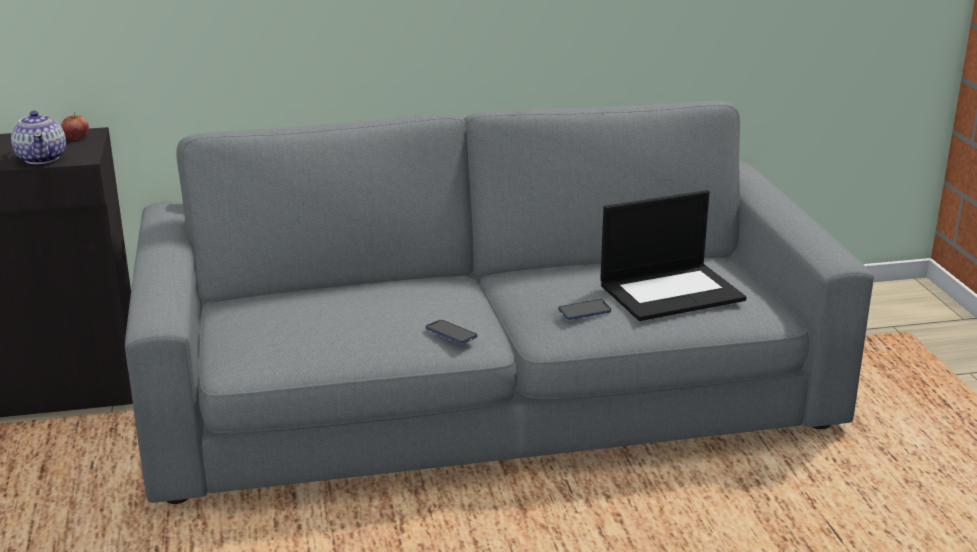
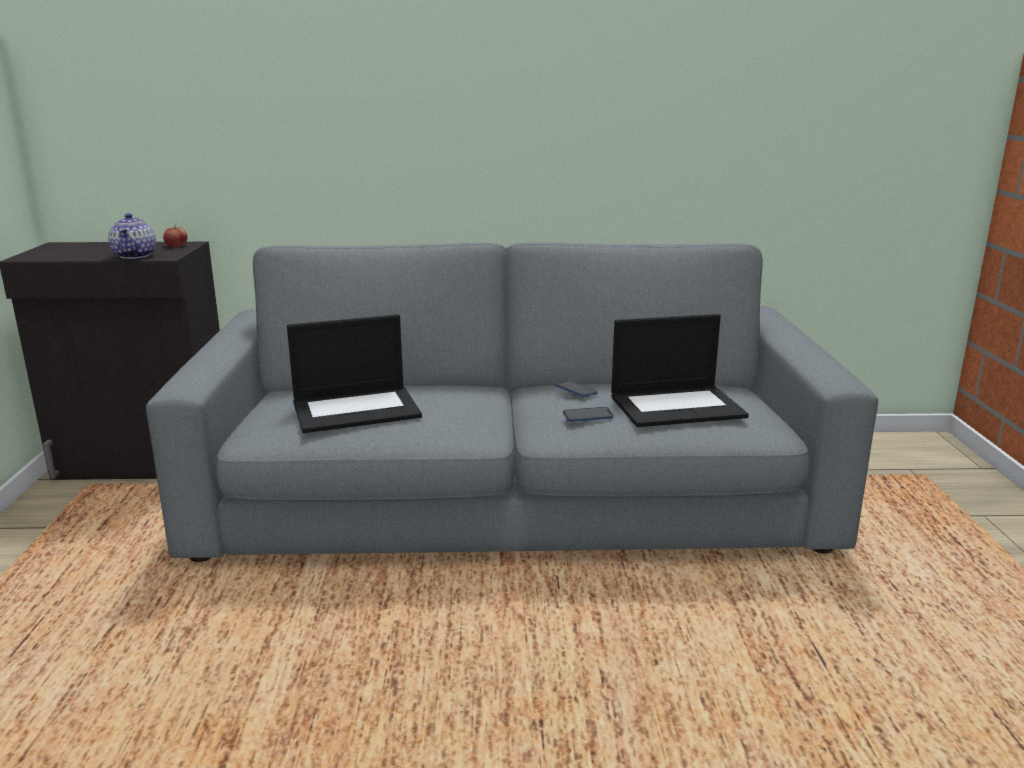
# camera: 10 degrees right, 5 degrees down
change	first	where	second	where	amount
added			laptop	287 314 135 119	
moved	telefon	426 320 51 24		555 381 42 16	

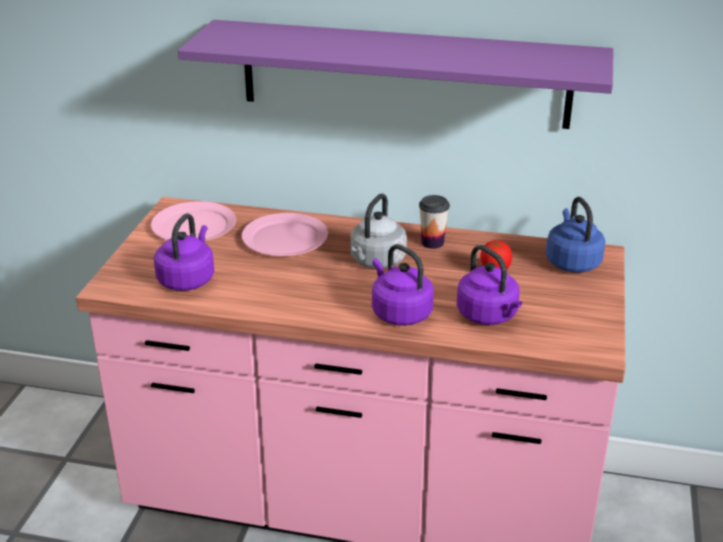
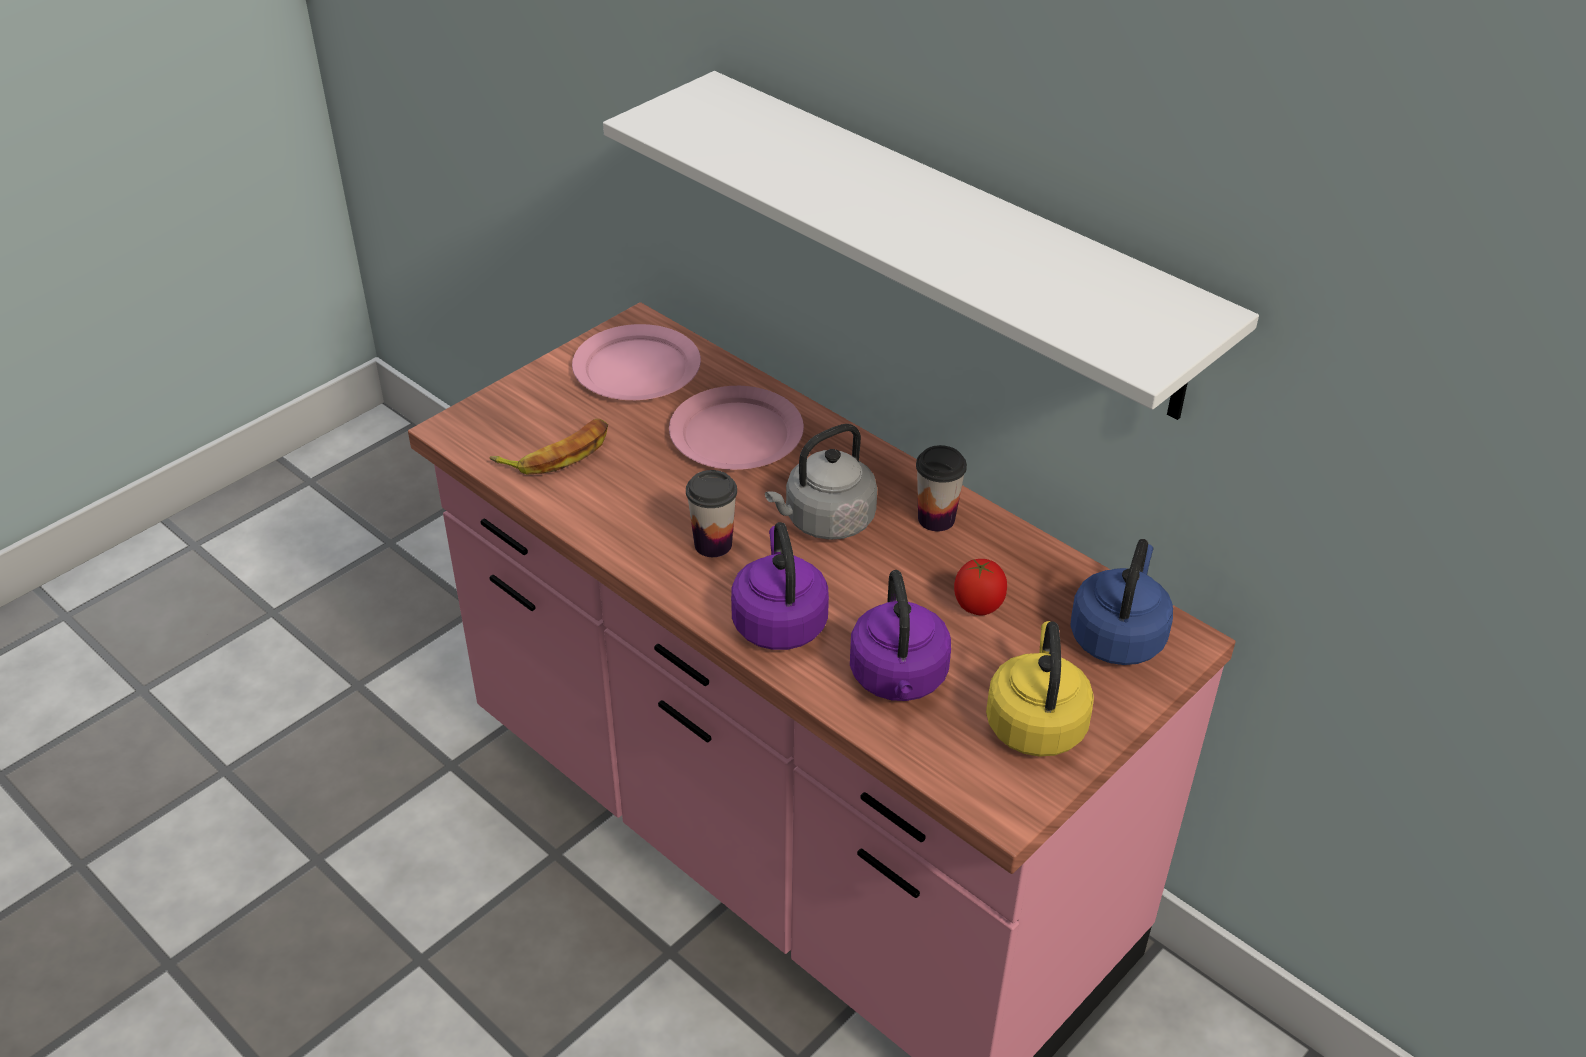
# camera: 30 degrees right, 10 degrees up
change	first	where	second	where	amount
added			filiżanka	686 470 51 87	
added			czajnik [żółty]	986 621 108 136	
replaced	czajnik [fioletowy]	154 213 60 78	banan	490 419 118 56	
recoloured	półka [fioletowy]	178 20 435 109	półka [biały]	603 71 656 349	

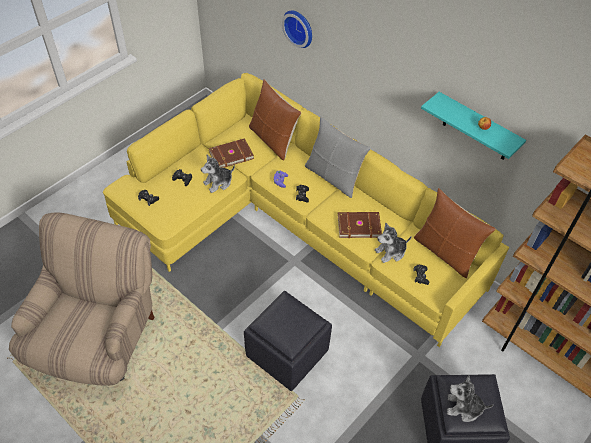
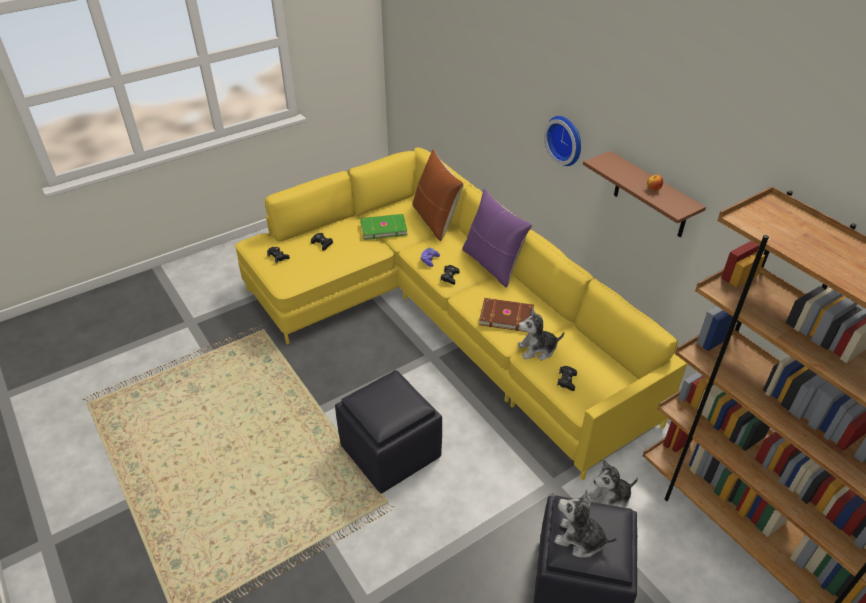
# camera: 15 degrees right, 10 degrees down
change	first	where	second	where	amount
removed	fotel [beżowy]	9 212 145 174			
removed	poduszka [brązowy]	414 188 82 90			
moved	pluszak	201 155 34 38		589 460 49 48	
moved	zegar ścienny	282 11 30 37		544 116 37 50	
recoloured	książka [brązowy]	209 138 45 30	książka [zielony]	360 214 48 26	
recoloured	poduszka [szary]	305 116 66 82	poduszka [fioletowy]	462 189 70 99	
recoloured	półka [turkusowy]	421 92 105 68	półka [brązowy]	583 151 123 87	

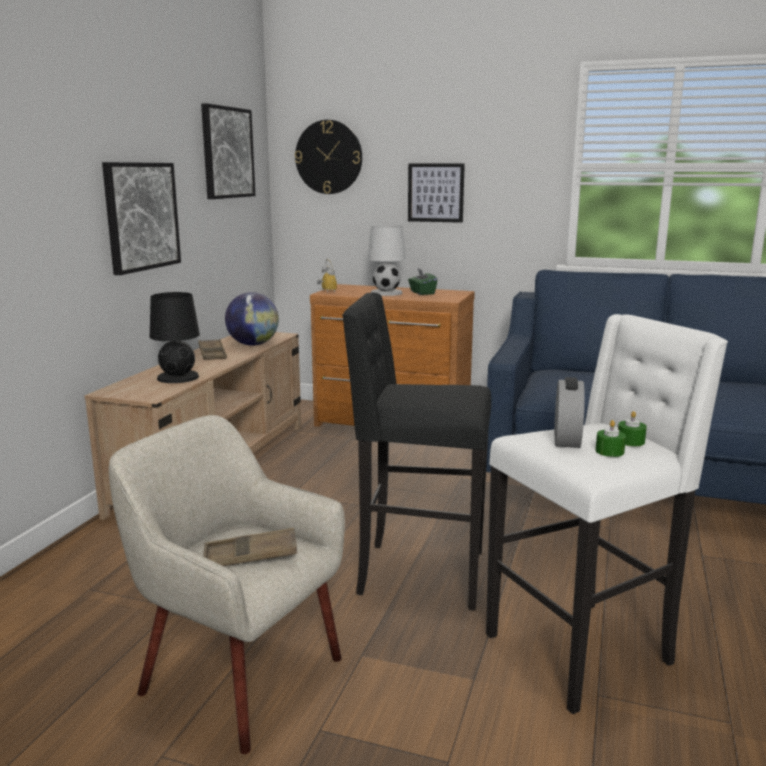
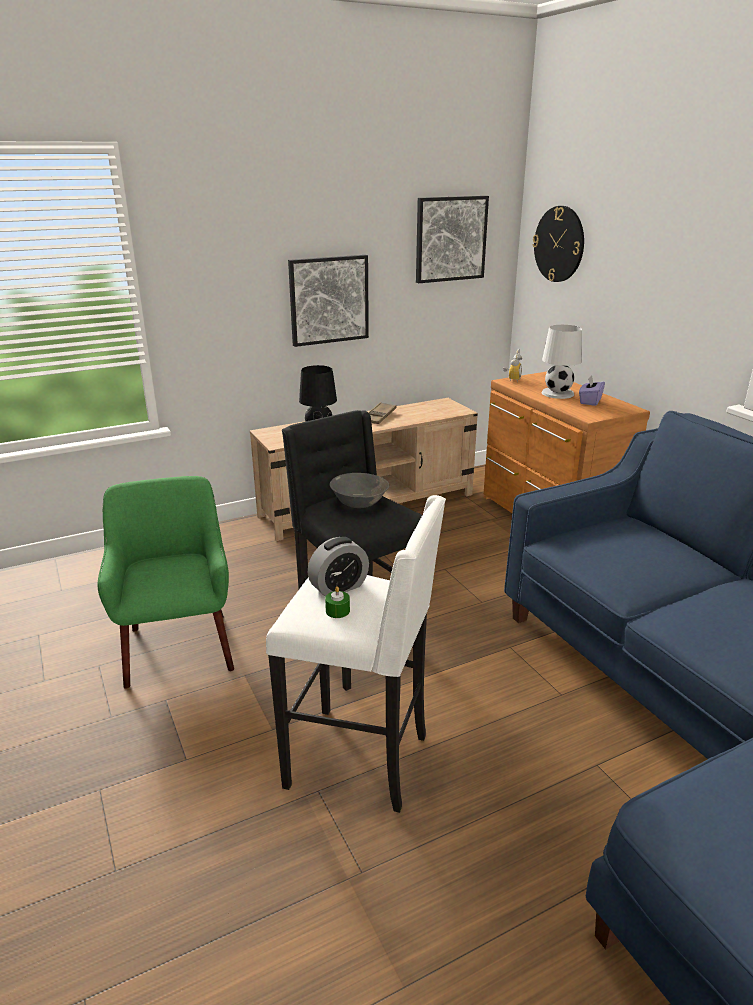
# camera: 45 degrees right, 10 degrees up
change	first	where	second	where	amount
removed	taca [brązowy]	203 528 94 38			
removed	globus	225 292 54 54			
removed	obraz	408 163 57 60			
removed	świeca [zielony]	618 411 29 35			
added			miska [szary]	330 473 59 35	
recoloured	fotel [beżowy]	109 415 236 339	fotel [zielony]	97 476 137 213	
recoloured	pudełko chusteczek [zielony]	408 269 29 26	pudełko chusteczek [fioletowy]	579 375 26 31	

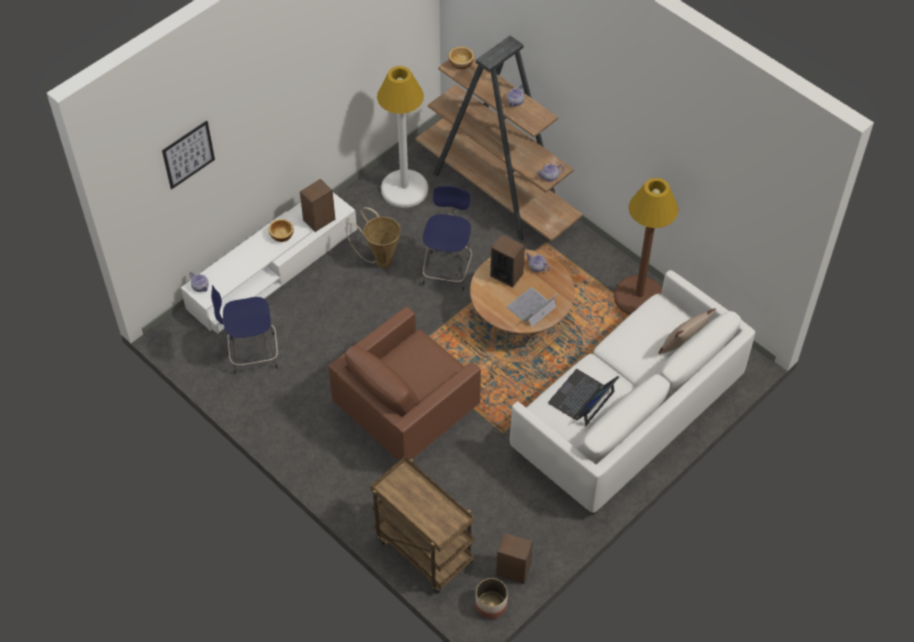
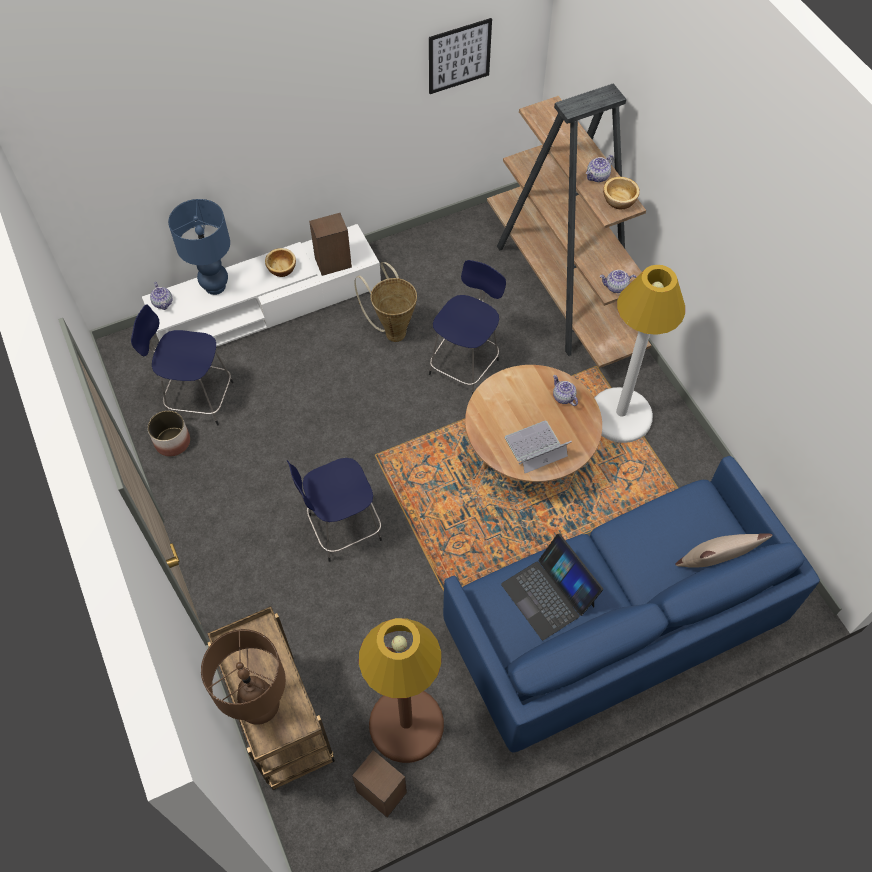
# camera: 20 degrees right, 5 degrees up
change	first	where	second	where	amount
removed	głośnik	490 234 35 53			
added			lampa stołowa [niebieski]	168 199 62 96	
added			lampa stołowa [brązowy]	201 629 85 96	
moved	obraz	162 121 53 68		429 18 63 76	
moved	lampa stojąca [biały]	377 66 51 142		595 265 90 178	
moved	miska	448 47 26 22		603 177 37 32	
moved	donica	475 578 33 41		147 410 43 47	
moved	lampa stojąca [brązowy]	614 178 64 137		359 618 85 145	
replaced	fotel [brązowy]	328 306 153 155	stołek [niebieski]	287 458 95 104	
recoloured	kanapa [biały]	510 270 245 245	kanapa [niebieski]	443 456 377 297	
turned	laptop	548 369 71 57		501 533 102 107	90 degrees counterclockwise

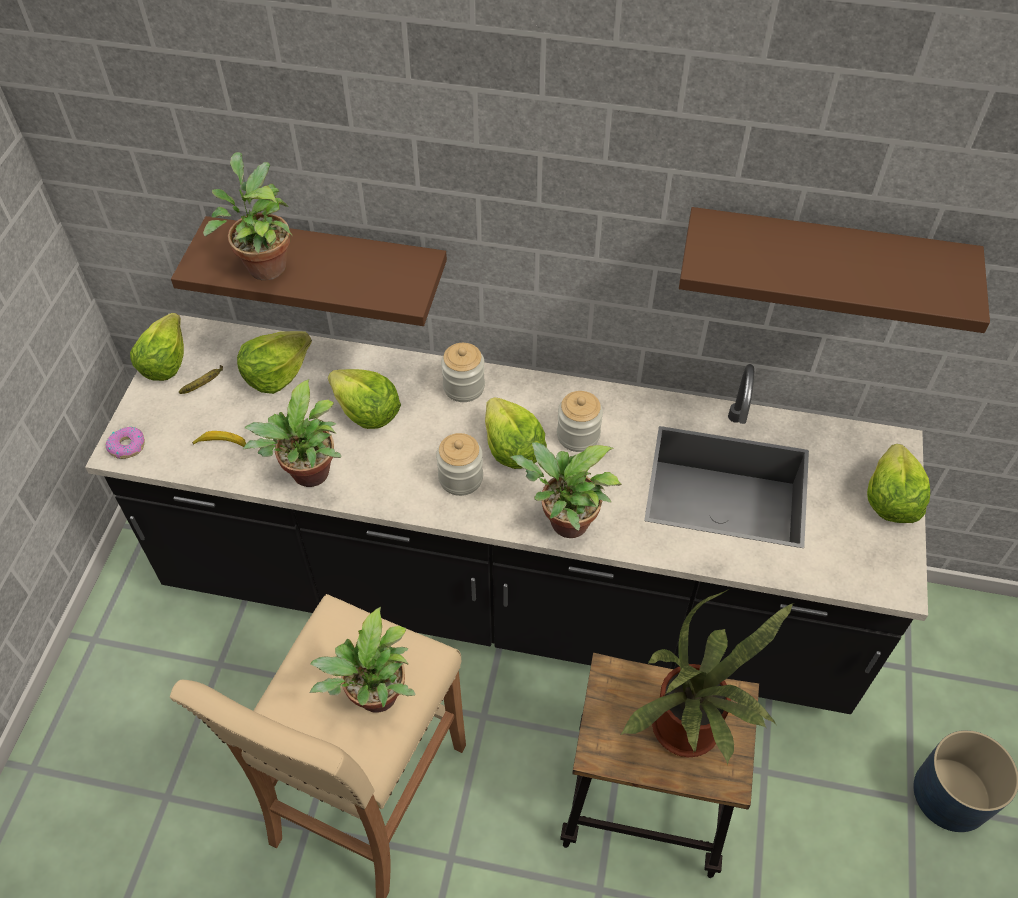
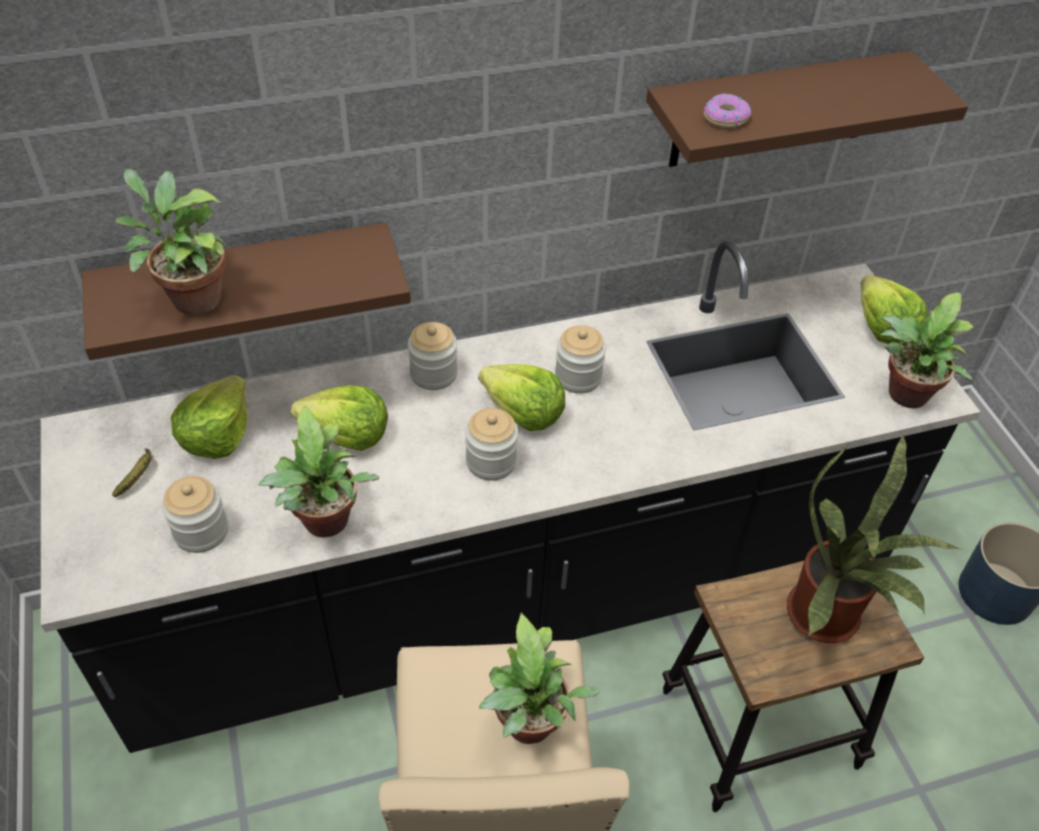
# camera: 30 degrees left, 5 degrees down
change	first	where	second	where	amount
removed	sałata	130 313 54 68			
moved	donut	106 427 39 32		704 94 48 34	
moved	roślina doniczkowa	511 442 111 96		881 292 92 116	
replaced	banan	192 431 54 16	słoik	162 476 66 77	

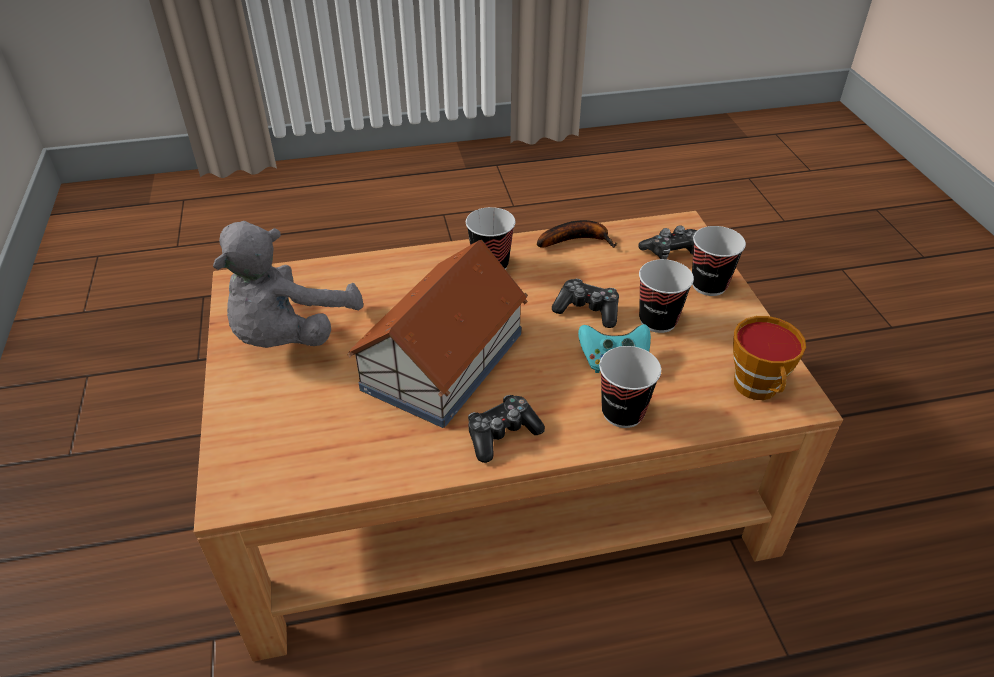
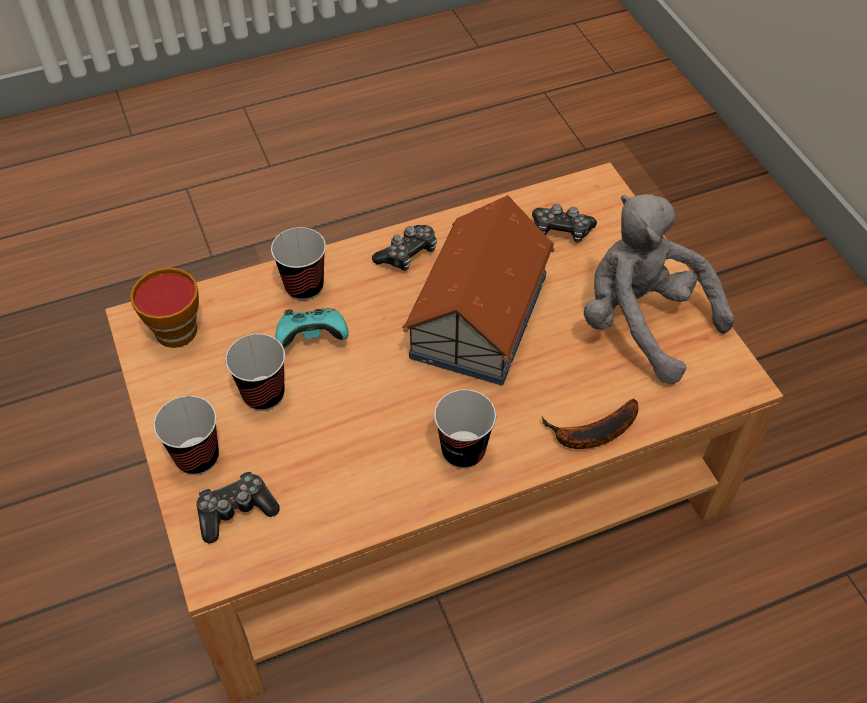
# camera: 170 degrees right, 10 degrees up
change	first	where	second	where	amount
moved	banan	537 220 80 28		541 399 97 50	
moved	pad do gier	552 279 67 49		532 204 65 39	
turned	pluszak [szary]	213 221 150 127		584 194 151 190	60 degrees counterclockwise

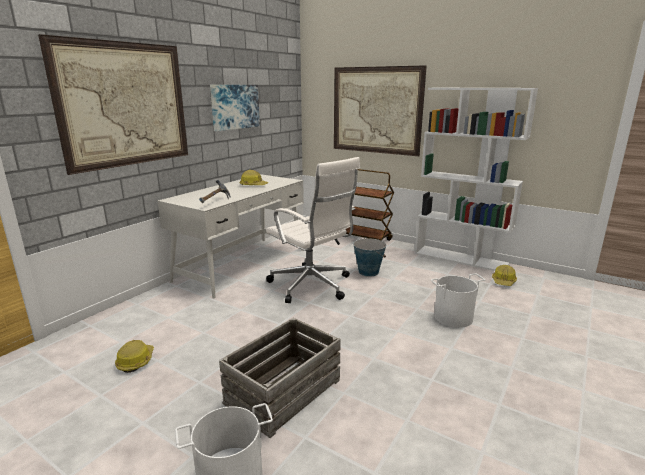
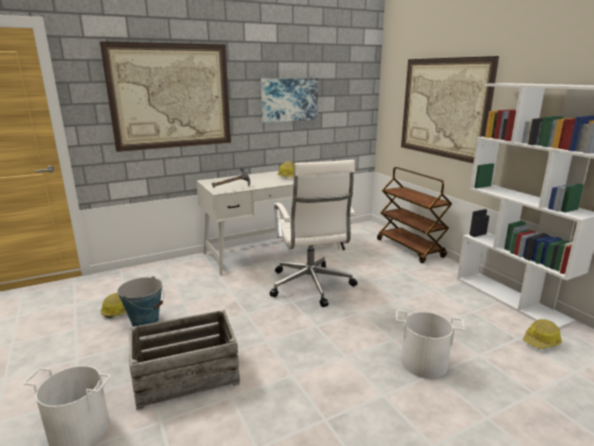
# camera: 30 degrees right, 0 degrees up
change	first	where	second	where	amount
moved	wiadro	353 237 33 40		117 276 47 51	

